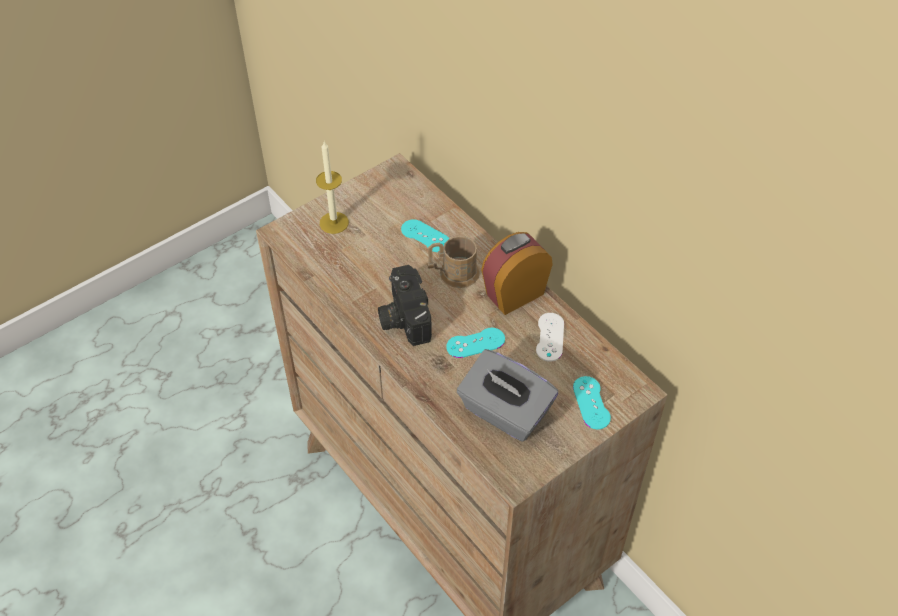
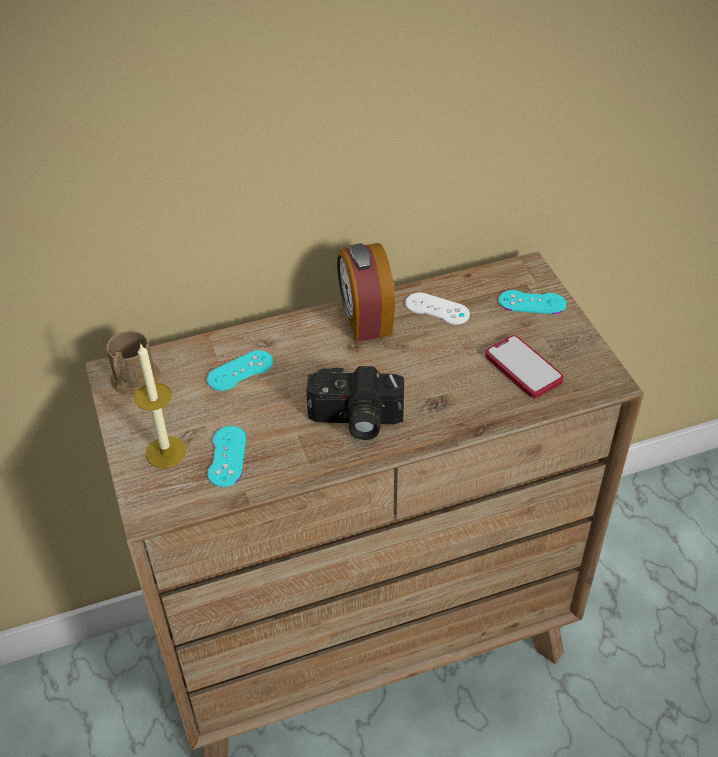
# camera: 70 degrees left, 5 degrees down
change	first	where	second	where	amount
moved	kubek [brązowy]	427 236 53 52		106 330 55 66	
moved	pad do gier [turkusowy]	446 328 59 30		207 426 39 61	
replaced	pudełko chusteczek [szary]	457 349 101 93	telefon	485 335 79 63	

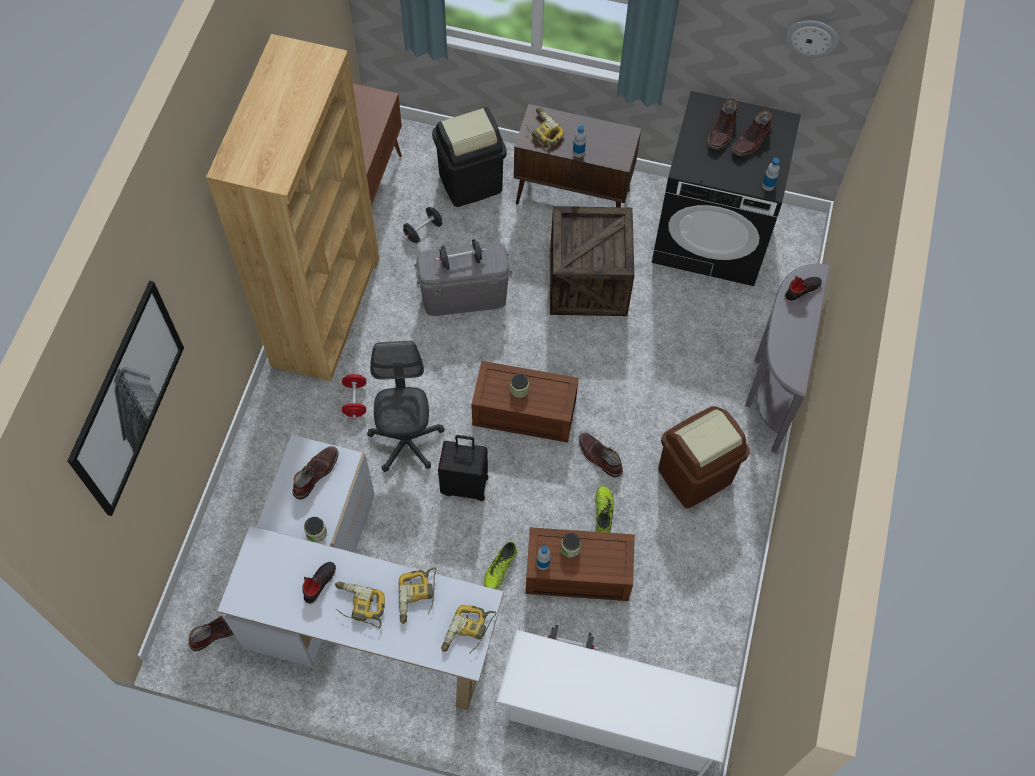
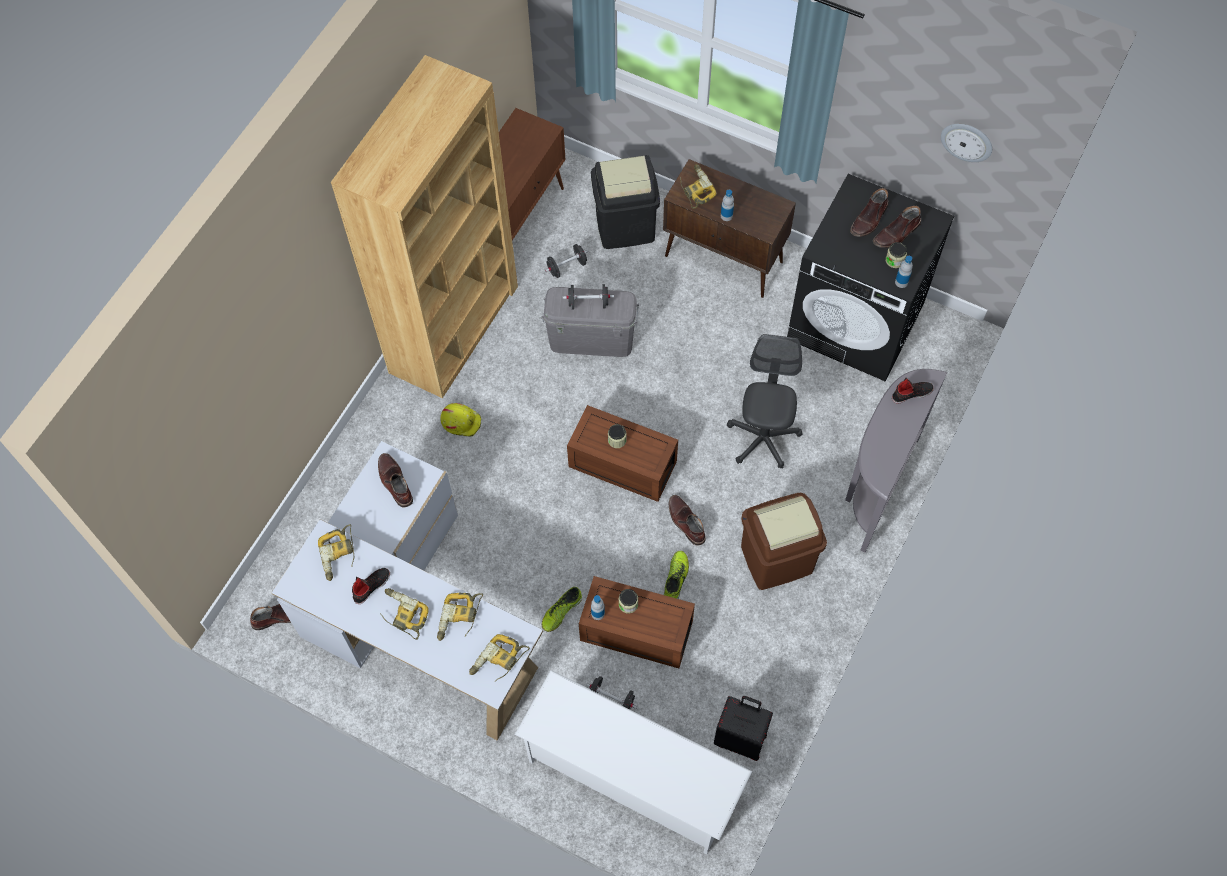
# camera: 15 degrees right, 0 degrees up
change	first	where	second	where	amount
removed	obraz	68 280 116 236			
removed	skrzynka	550 206 84 110			
added			wiertarka	318 524 36 57	
moved	słoik	304 517 23 26		886 242 21 26	
moved	krzesło biurowe [szary]	367 341 77 131		727 334 76 134	
moved	walizka [czarny]	438 435 50 66		714 696 59 65	
replaced	hantel [czerwony]	342 372 24 47	kask [żółty]	440 403 41 34	
turned	but z cholewką [brązowy]	292 446 47 54		378 453 35 54	75 degrees counterclockwise

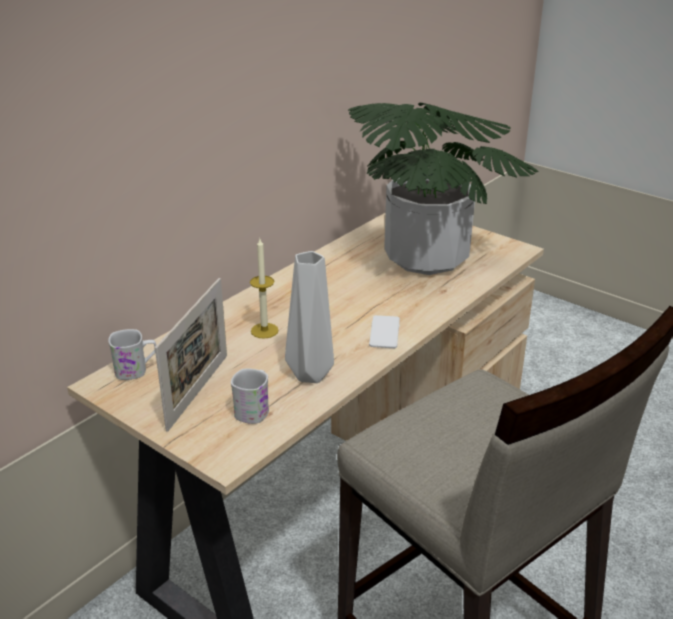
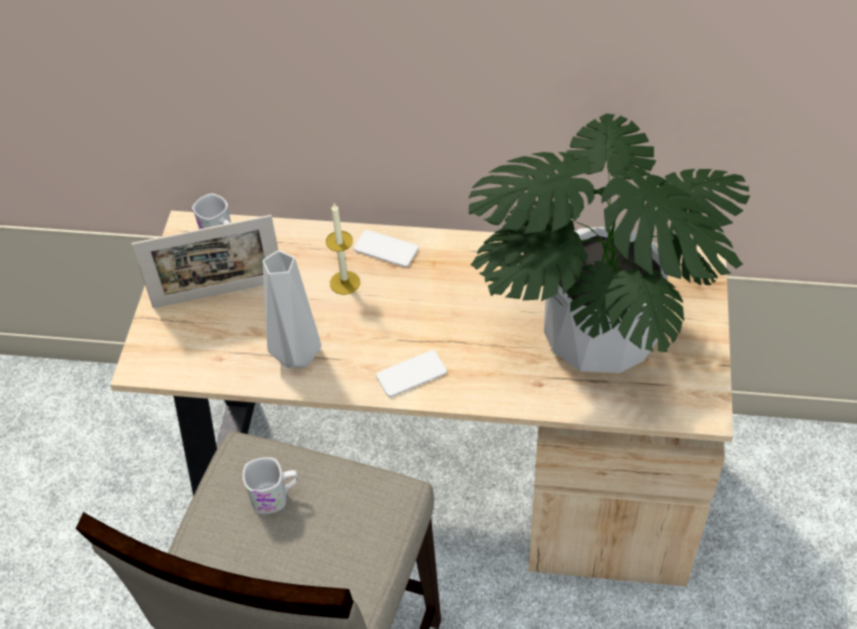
# camera: 60 degrees right, 20 degrees up
change	first	where	second	where	amount
added			telefon	354 230 65 37	
moved	kubek [biały]	231 368 38 56		243 457 56 57	

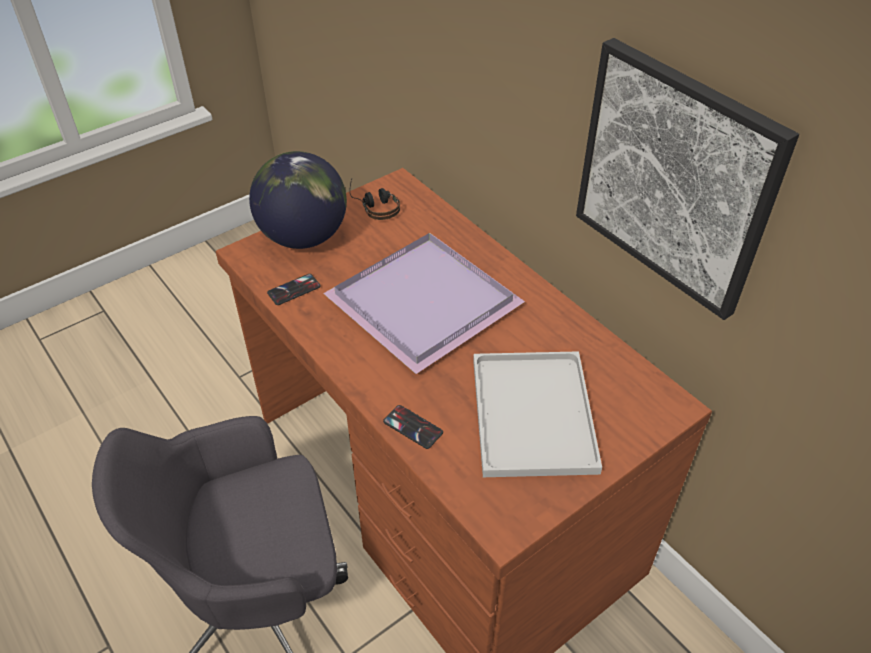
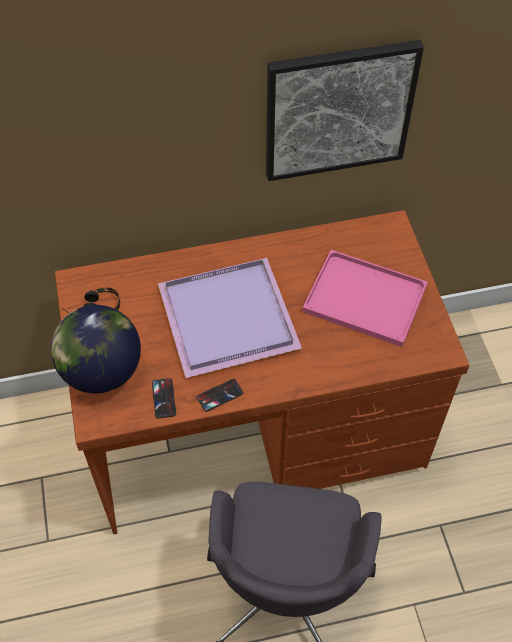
# camera: 65 degrees left, 10 degrees up
change	first	where	second	where	amount
moved	telefon	383 405 60 44		197 379 46 33	
recoloured	taca [biały]	473 351 129 126	taca [różowy]	302 250 126 97	

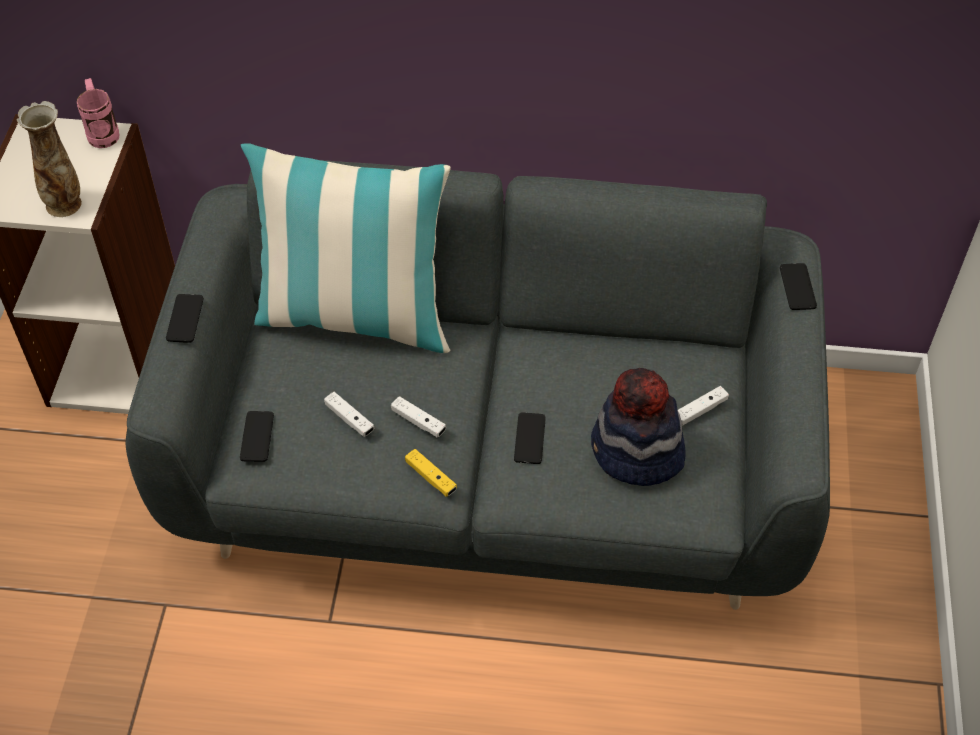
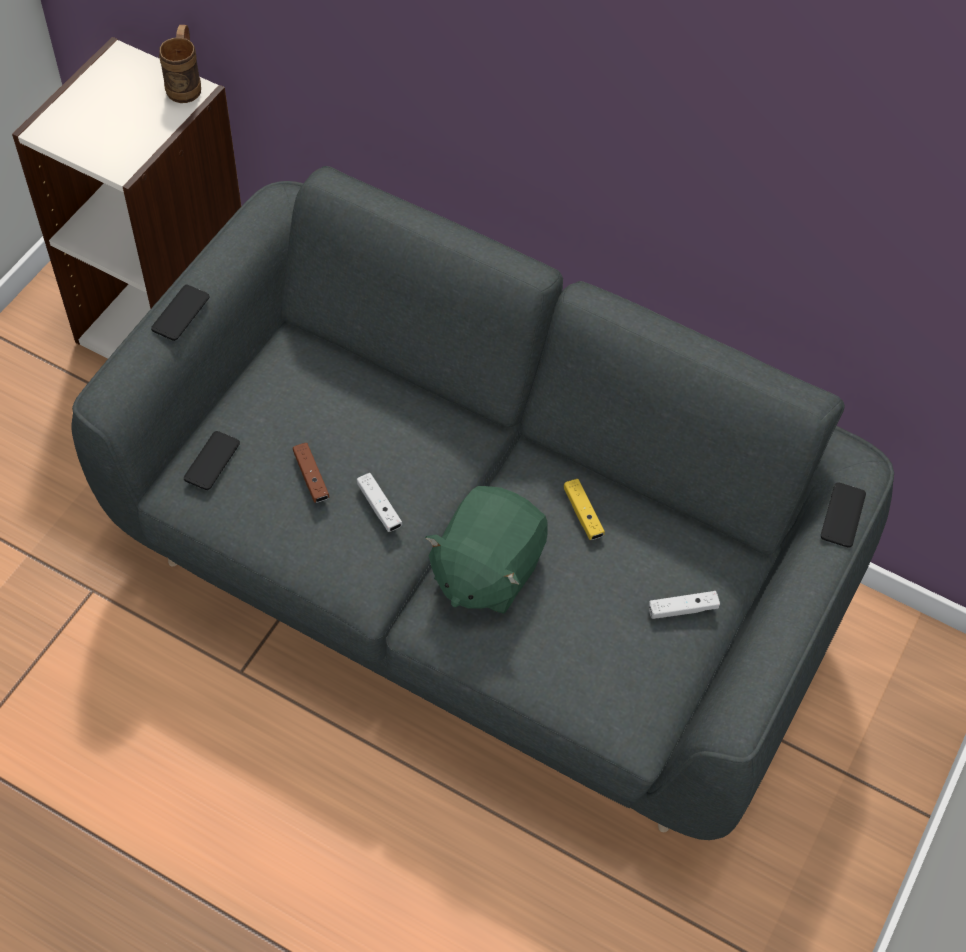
# camera: 20 degrees right, 5 degrees up
change	first	where	second	where	amount
removed	wazon	17 101 65 116			
removed	poduszka	241 143 210 210			
removed	kapelusz	591 368 94 118			
moved	pad do gier [żółty]	405 449 52 48		564 479 41 61	
replaced	telefon	514 412 32 52	pluszak [zielony]	425 486 123 128	
recoloured	kubek [różowy]	77 78 42 70	kubek [brązowy]	159 25 42 78	
recoloured	pad do gier [biały]	324 392 51 45	pad do gier [brązowy]	293 443 37 60	

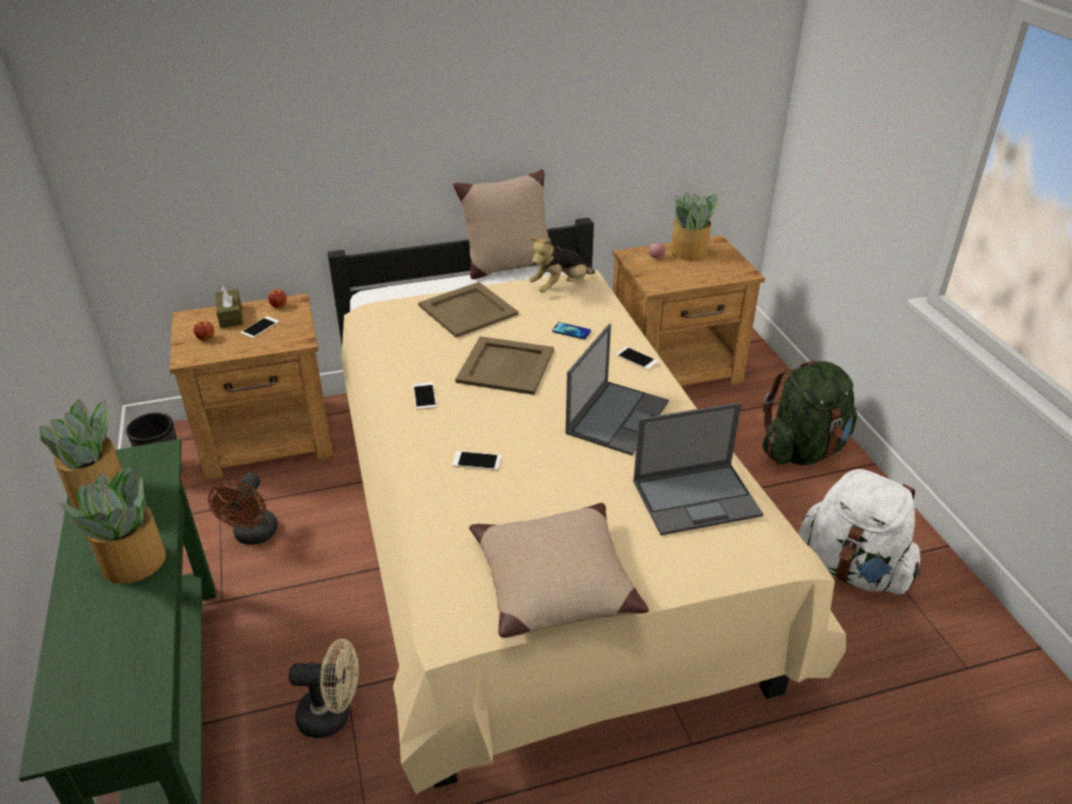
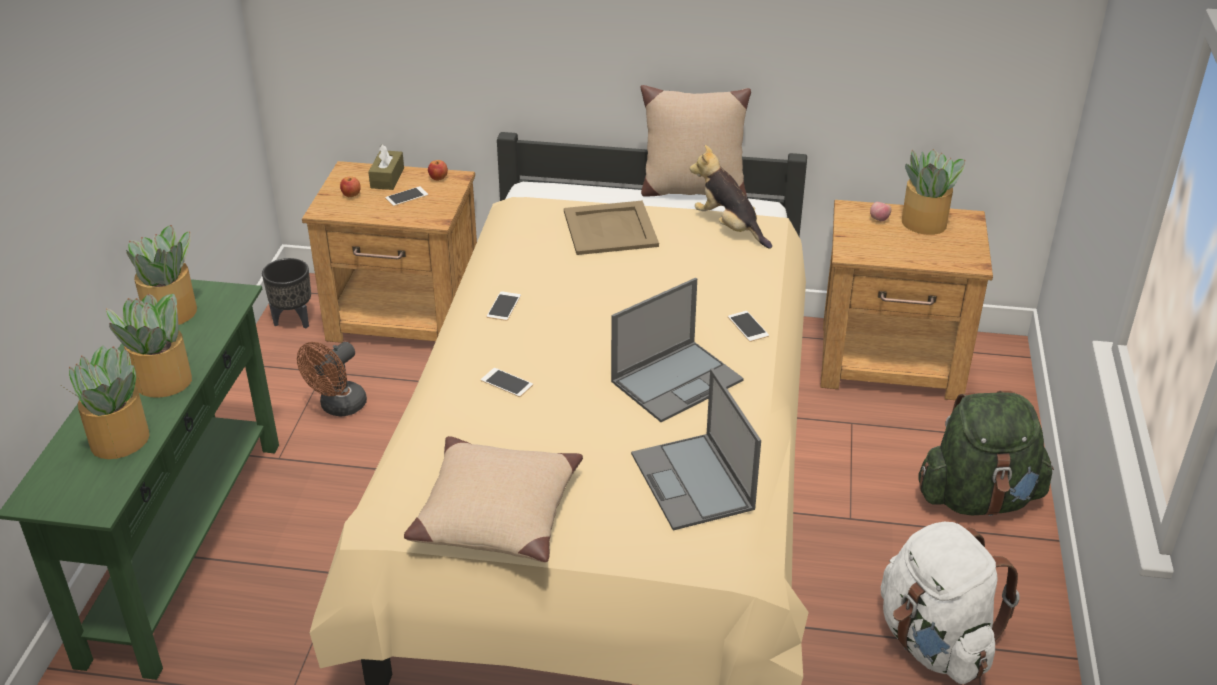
# camera: 25 degrees right, 0 degrees up
change	first	where	second	where	amount
removed	wentylator [beżowy]	289 639 70 99			
removed	taca [beżowy]	455 336 99 59			
removed	telefon	552 322 39 17			
added			roślina doniczkowa	62 346 88 113	
turned	pluszak	529 238 66 55		690 145 82 104	60 degrees clockwise
turned	laptop	633 402 130 133		631 368 130 163	60 degrees clockwise

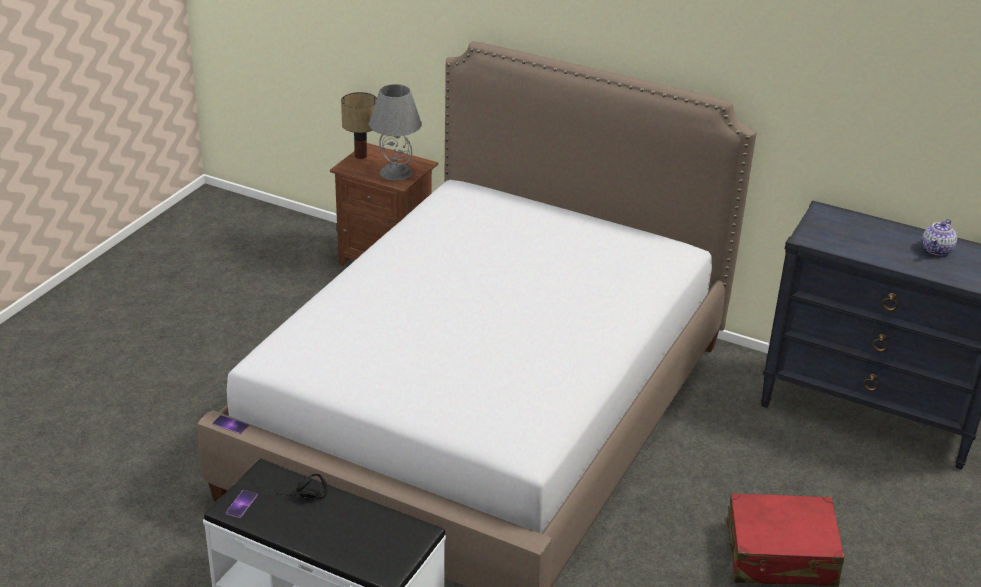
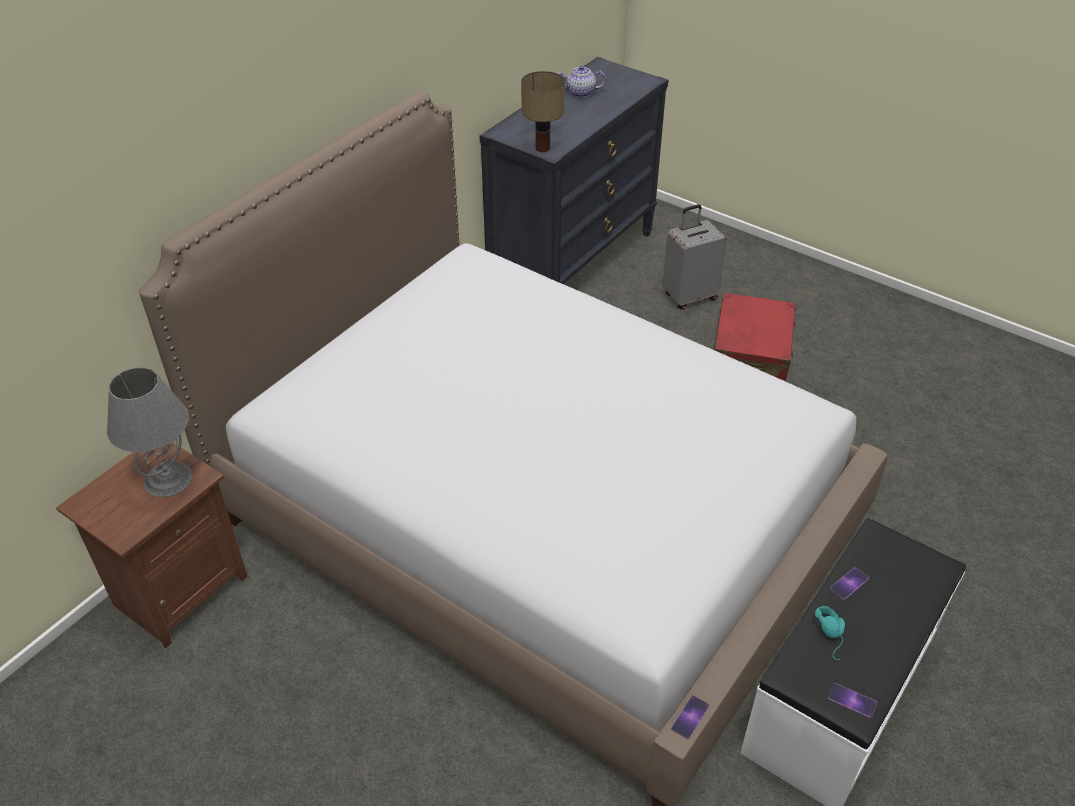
# camera: 80 degrees left, 10 degrees up
change	first	where	second	where	amount
added			walizka [szary]	662 204 65 106	
added			telefon	830 567 39 33	
moved	lampa stołowa	341 92 36 67		521 71 44 81	
recoloured	słuchawki [czarny]	276 473 52 27	słuchawki [turkusowy]	815 606 30 54	
turned	imbryk	922 219 35 36		557 66 49 32	135 degrees clockwise

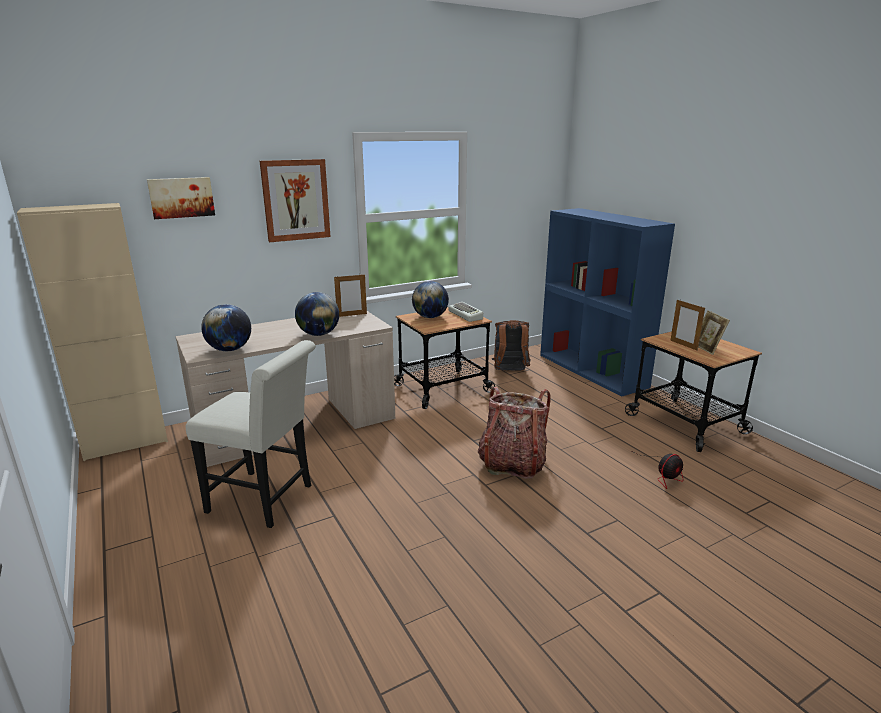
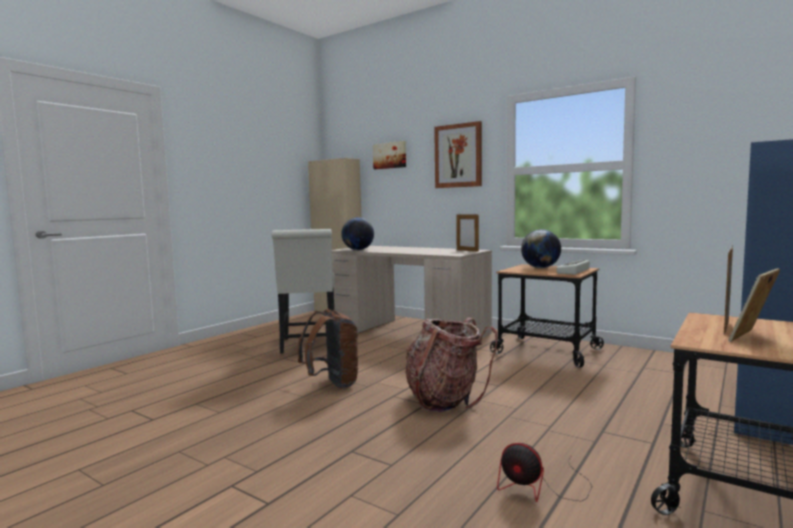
# camera: 65 degrees right, 15 degrees down
change	first	where	second	where	amount
removed	globus	295 292 44 44			
moved	plecak [brązowy]	492 320 38 51		298 309 60 80	

